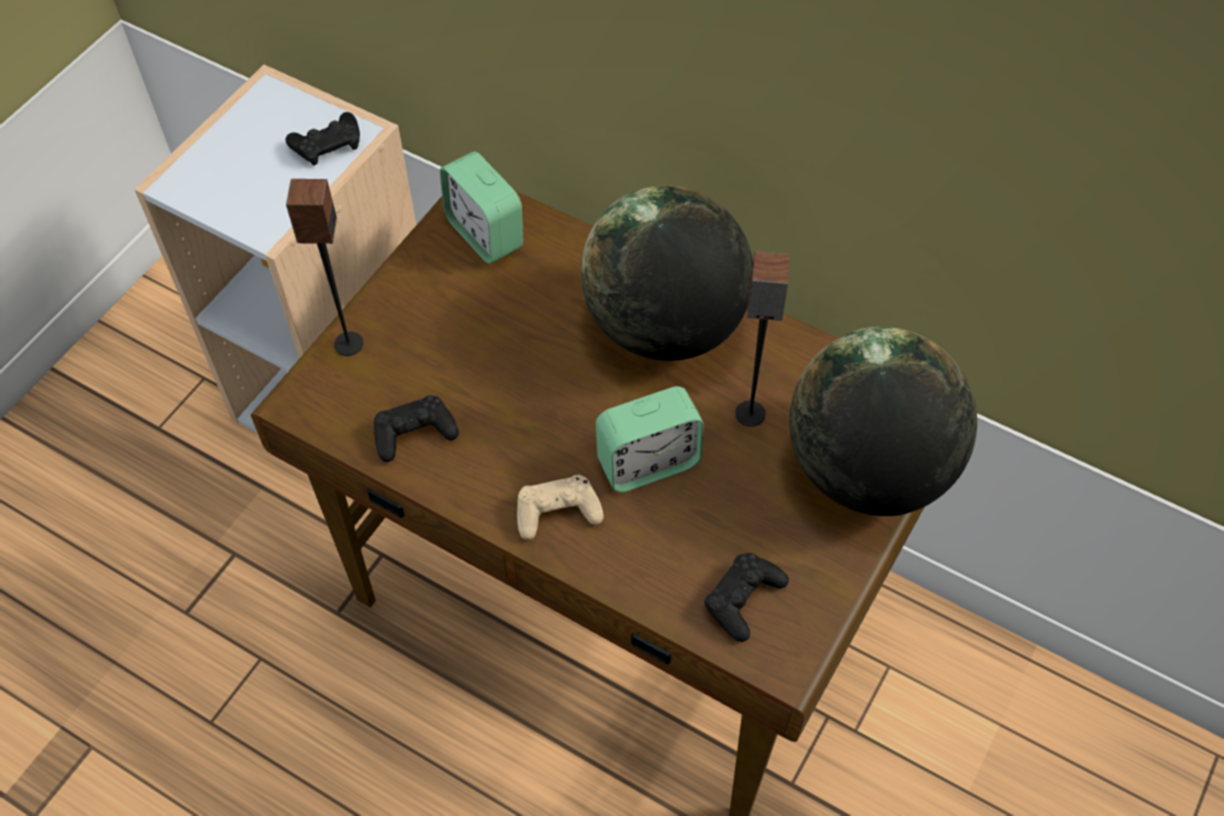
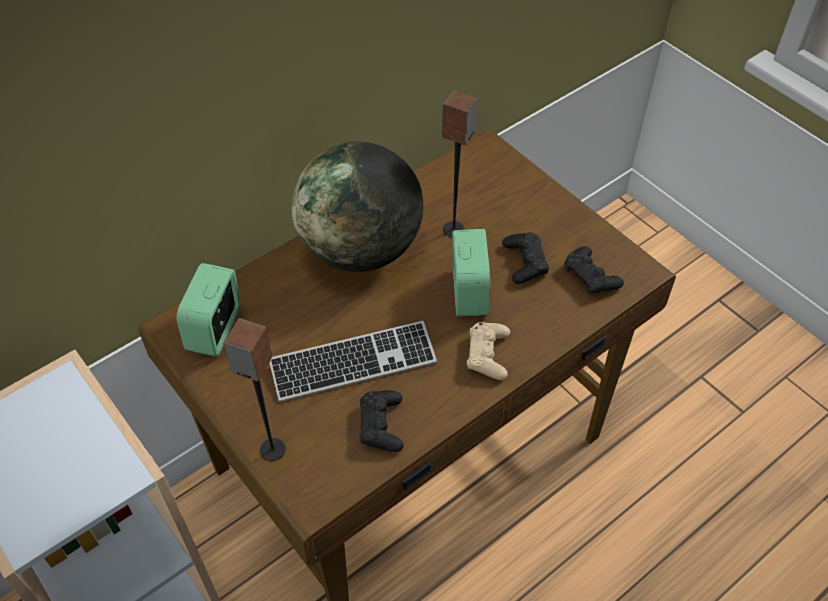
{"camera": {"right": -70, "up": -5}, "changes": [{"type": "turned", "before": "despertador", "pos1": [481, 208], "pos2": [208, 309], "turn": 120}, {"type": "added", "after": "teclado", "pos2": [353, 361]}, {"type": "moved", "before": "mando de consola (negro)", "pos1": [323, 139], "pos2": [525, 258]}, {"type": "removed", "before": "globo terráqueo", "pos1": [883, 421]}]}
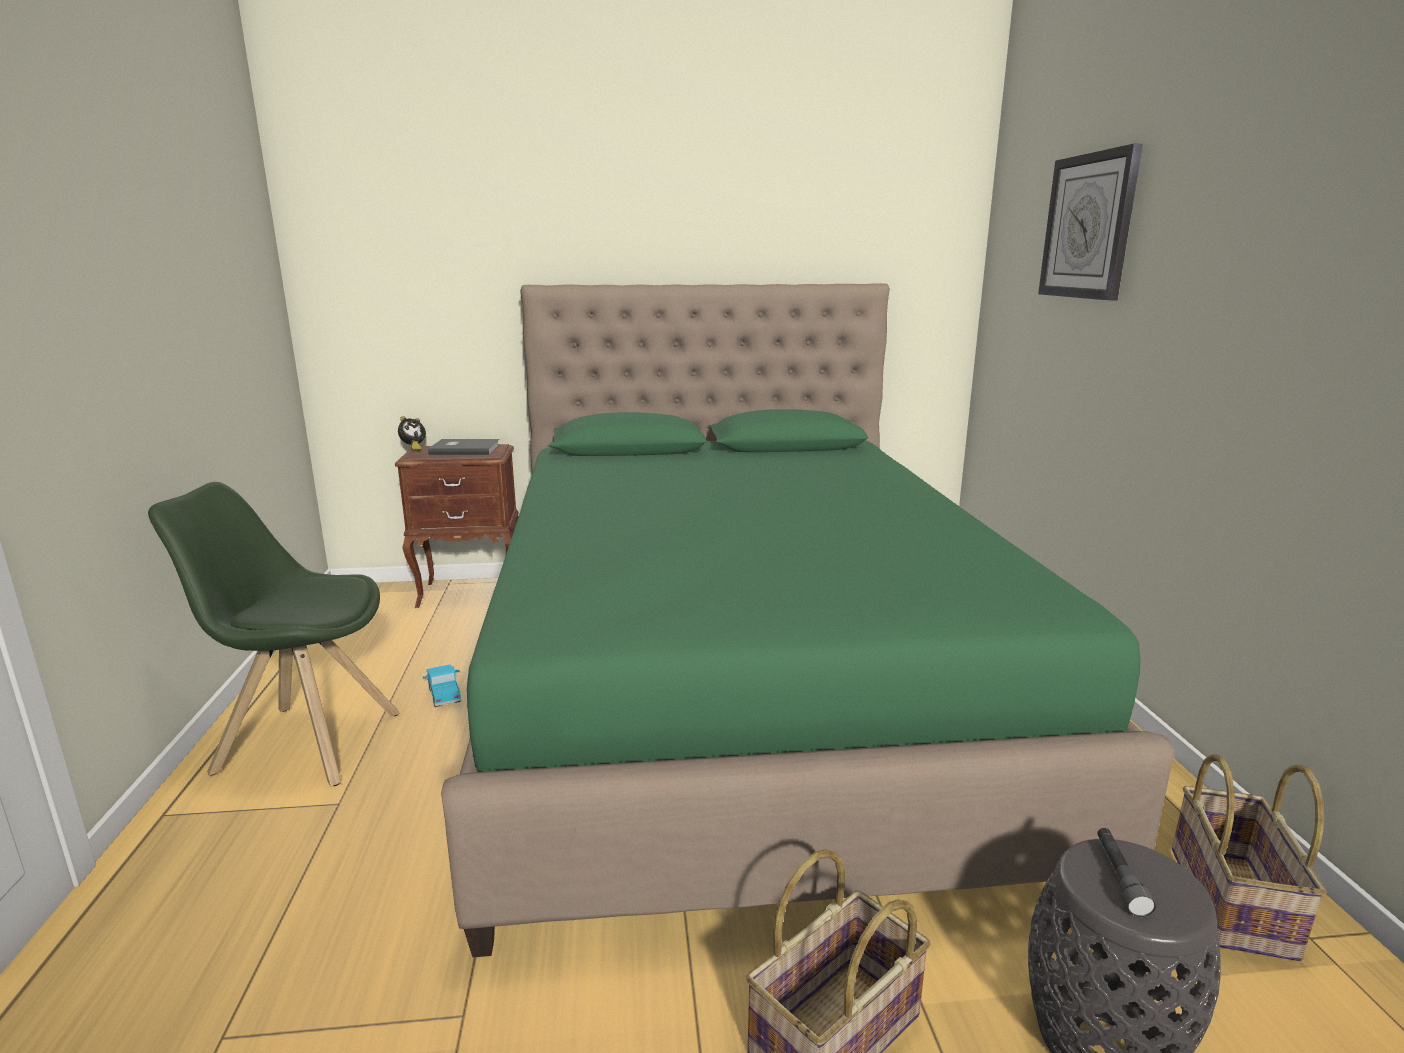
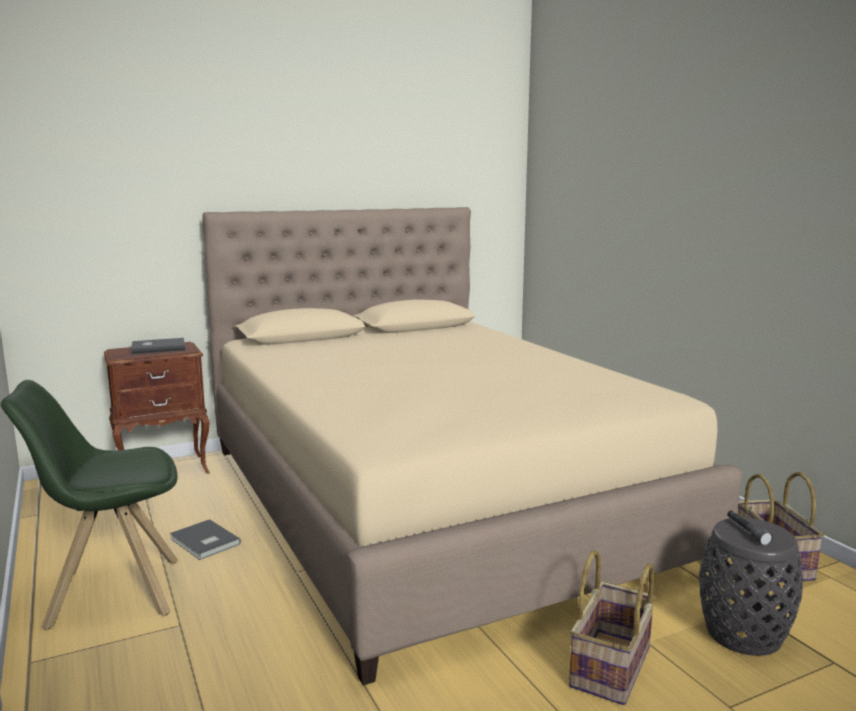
{"camera": {"right": -20, "up": -5}, "changes": [{"type": "replaced", "before": "camión de juguete", "after": "libro (gris)", "pos1": [442, 686], "pos2": [205, 539]}, {"type": "recoloured", "before": "cama (verde)", "after": "cama (beis)", "pos1": [808, 620], "pos2": [472, 446]}, {"type": "removed", "before": "despertador", "pos1": [412, 433]}, {"type": "removed", "before": "reloj de pared", "pos1": [1090, 222]}]}
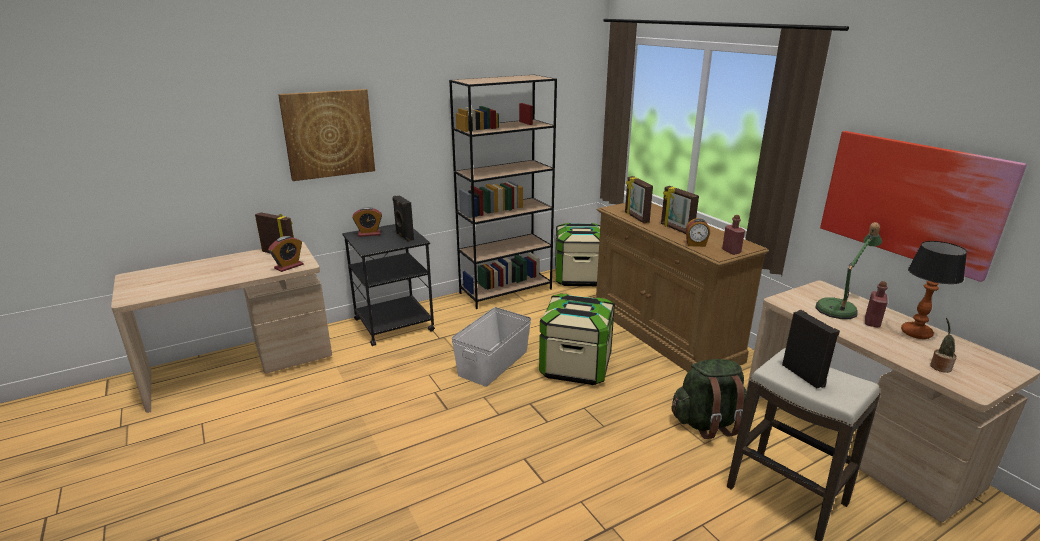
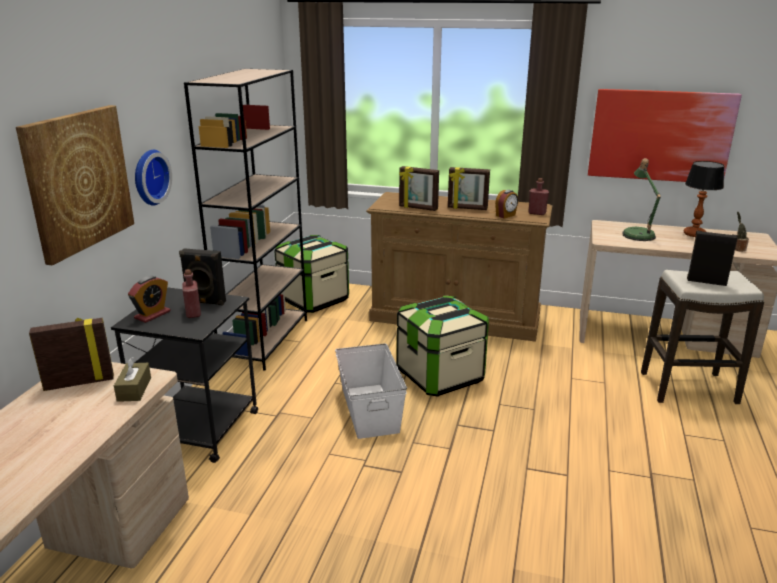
{"camera": {"right": -45, "up": 0}, "changes": [{"type": "replaced", "before": "despertador", "after": "caja de pañuelos (marrón)", "pos1": [286, 254], "pos2": [132, 379]}, {"type": "added", "after": "reloj de pared", "pos2": [153, 178]}, {"type": "moved", "before": "botella (rojo)", "pos1": [876, 304], "pos2": [191, 293]}, {"type": "removed", "before": "mochila (verde)", "pos1": [709, 399]}]}
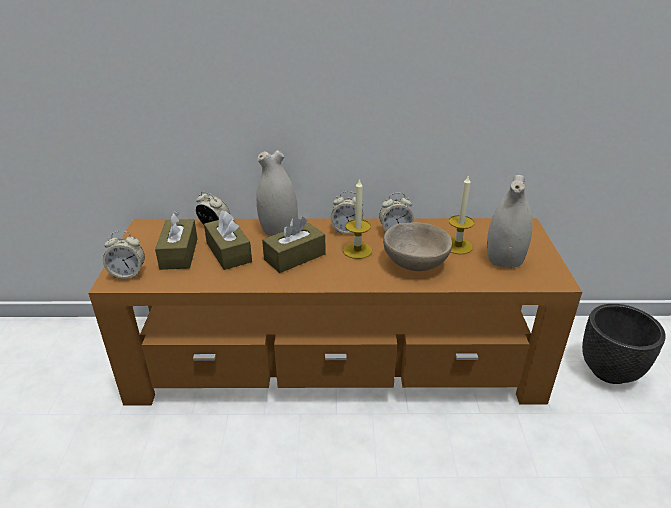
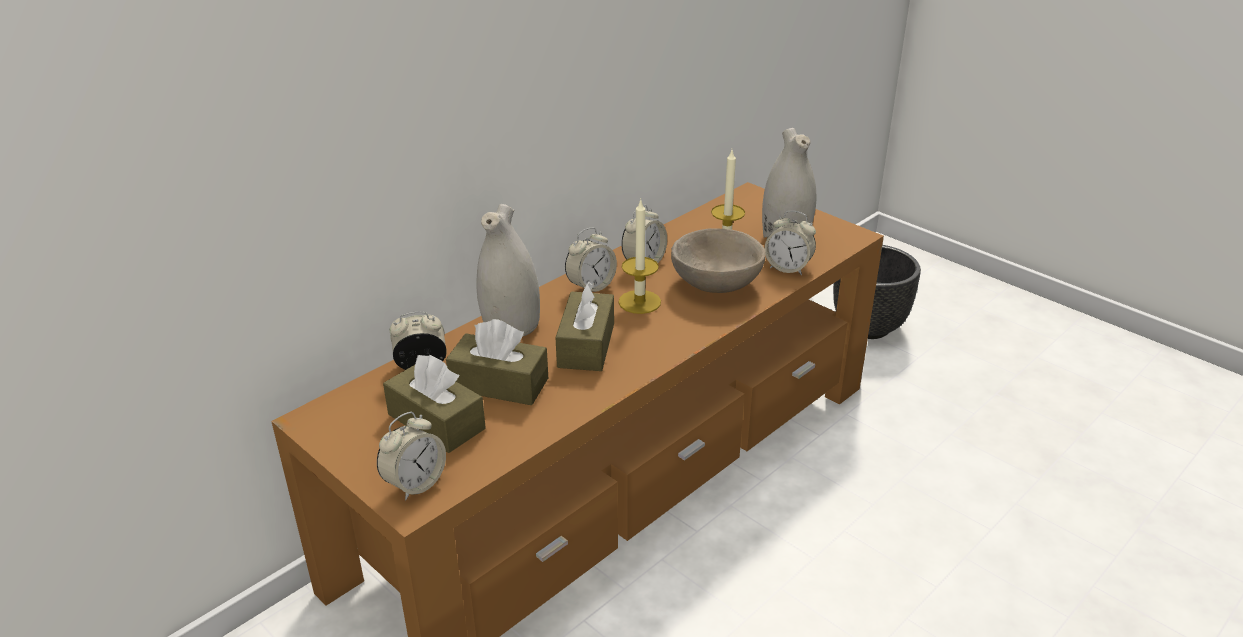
{"camera": {"right": -45, "up": 0}, "changes": [{"type": "added", "after": "despertador", "pos2": [790, 243]}]}
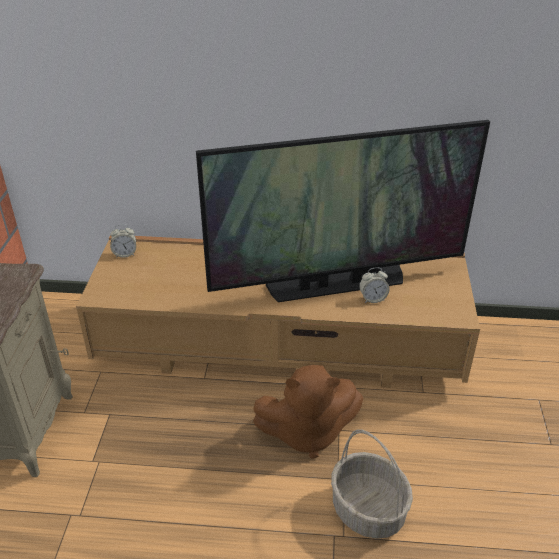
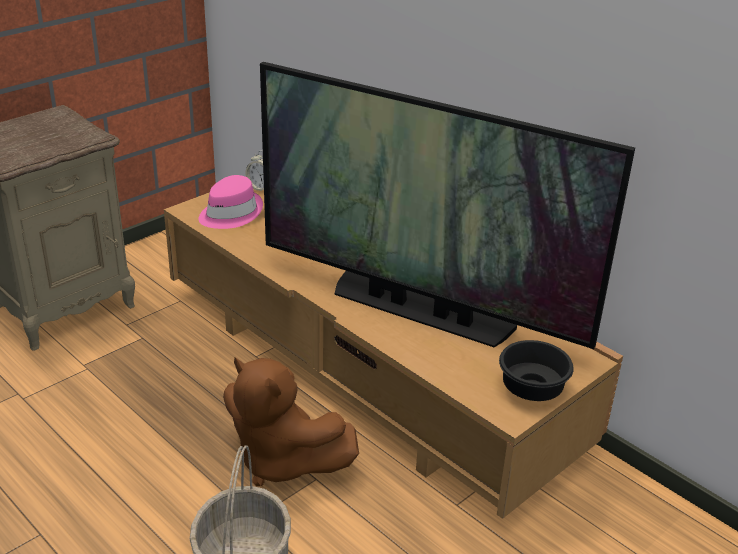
{"camera": {"right": 40, "up": -5}, "changes": [{"type": "added", "after": "sombrero (rosa)", "pos2": [230, 202]}, {"type": "added", "after": "cuenco (negro)", "pos2": [536, 370]}, {"type": "removed", "before": "despertador", "pos1": [374, 285]}]}
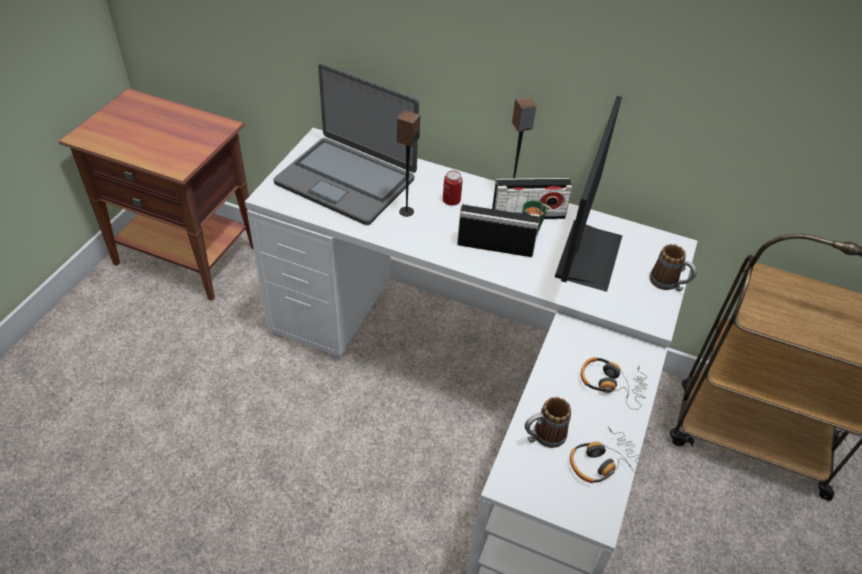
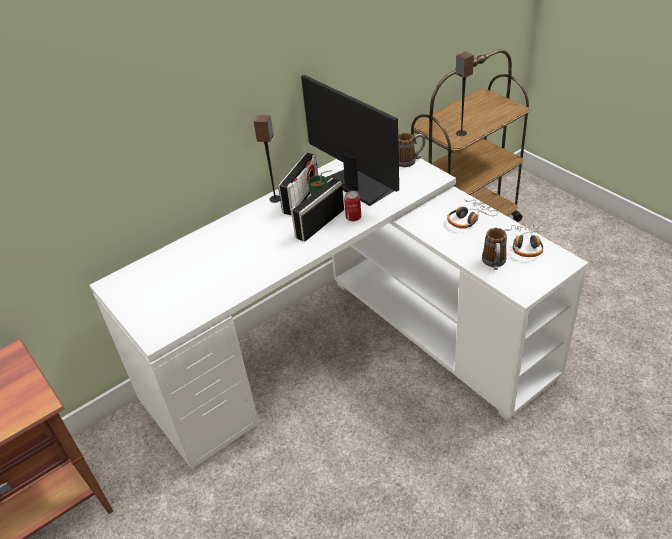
{"camera": {"right": -55, "up": -5}, "changes": [{"type": "moved", "before": "lata", "pos1": [453, 188], "pos2": [352, 206]}, {"type": "moved", "before": "altavoz", "pos1": [408, 163], "pos2": [465, 93]}, {"type": "removed", "before": "portátil", "pos1": [346, 144]}]}
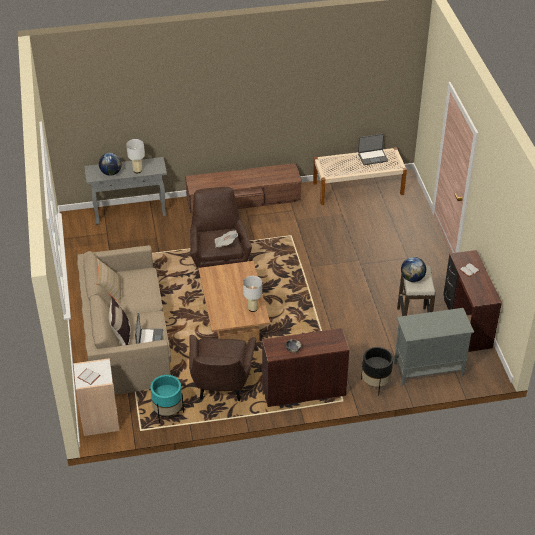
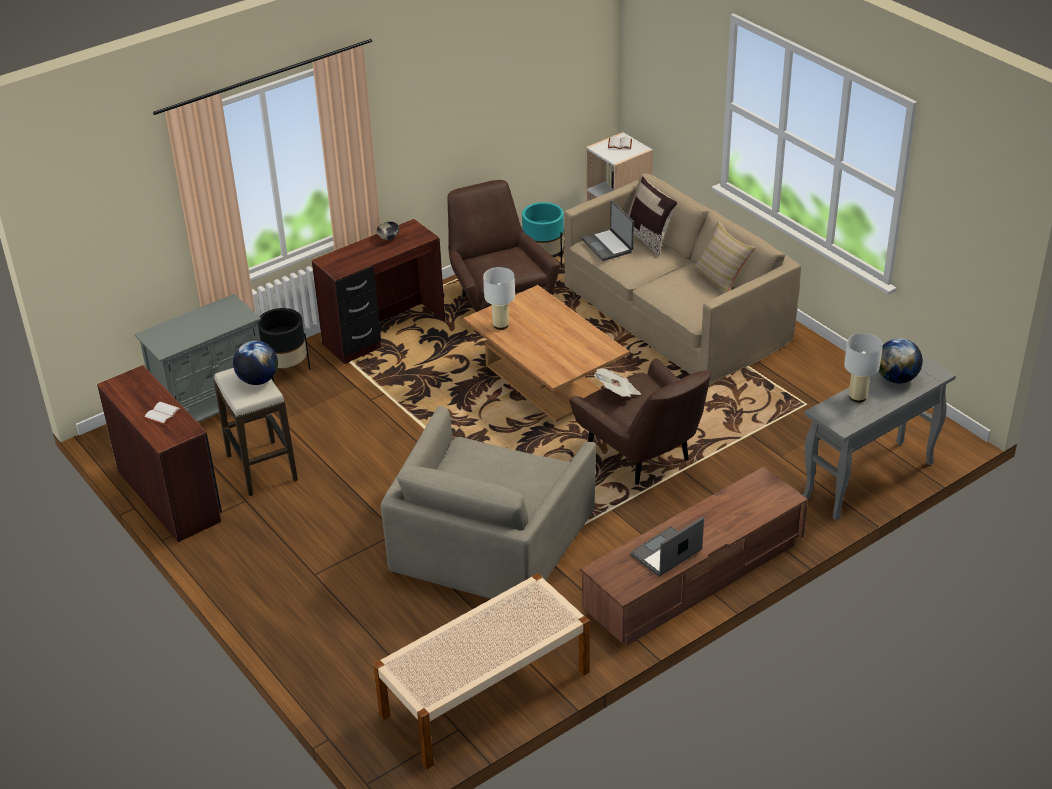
{"camera": {"right": 155, "up": -5}, "changes": [{"type": "added", "after": "sillón (gris)", "pos2": [488, 506]}, {"type": "moved", "before": "portátil", "pos1": [373, 149], "pos2": [667, 547]}]}
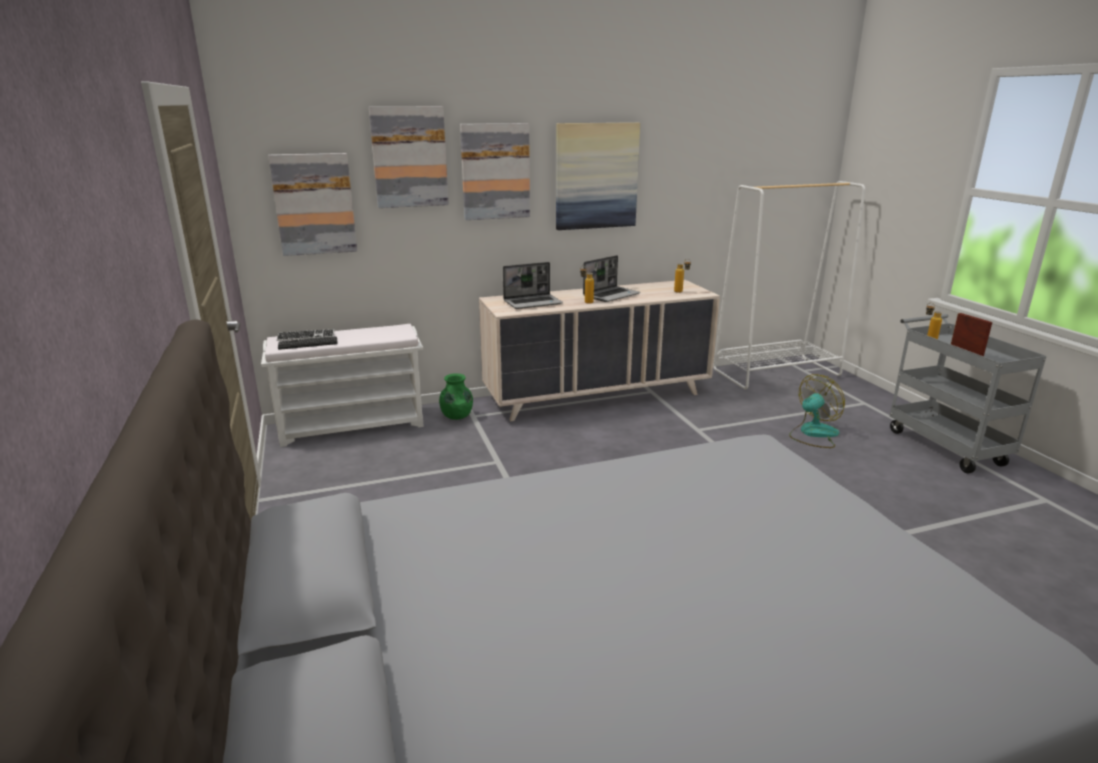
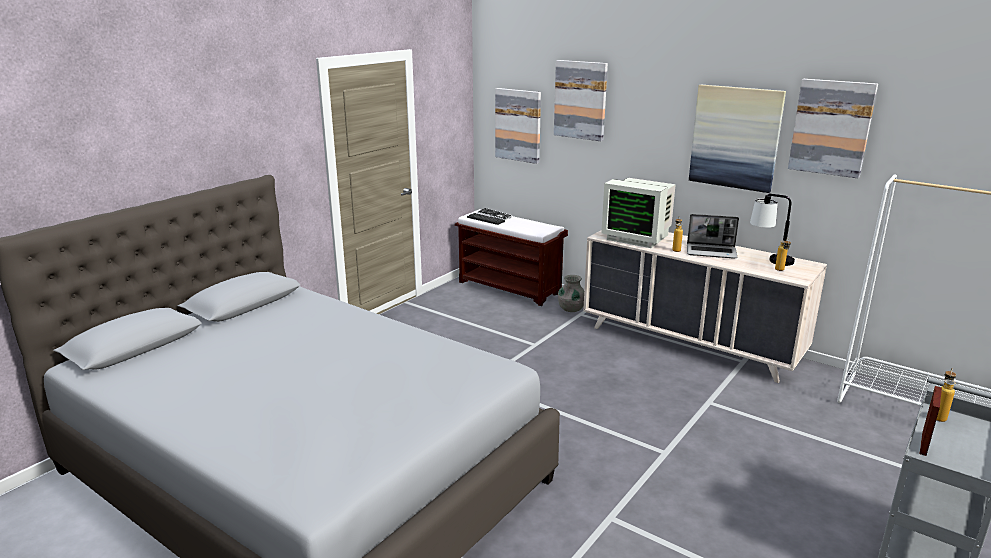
{"camera": {"right": 55, "up": 0}, "changes": [{"type": "recoloured", "before": "banco (blanco)", "after": "banco (marrón)", "pos1": [342, 385], "pos2": [511, 257]}, {"type": "recoloured", "before": "florero (verde)", "after": "florero (gris)", "pos1": [456, 396], "pos2": [571, 293]}, {"type": "replaced", "before": "portátil", "after": "monitor", "pos1": [533, 285], "pos2": [638, 213]}, {"type": "added", "after": "lámpara de mesa", "pos2": [772, 229]}, {"type": "moved", "before": "cuadro", "pos1": [495, 171], "pos2": [833, 128]}, {"type": "removed", "before": "ventilador", "pos1": [817, 411]}]}
